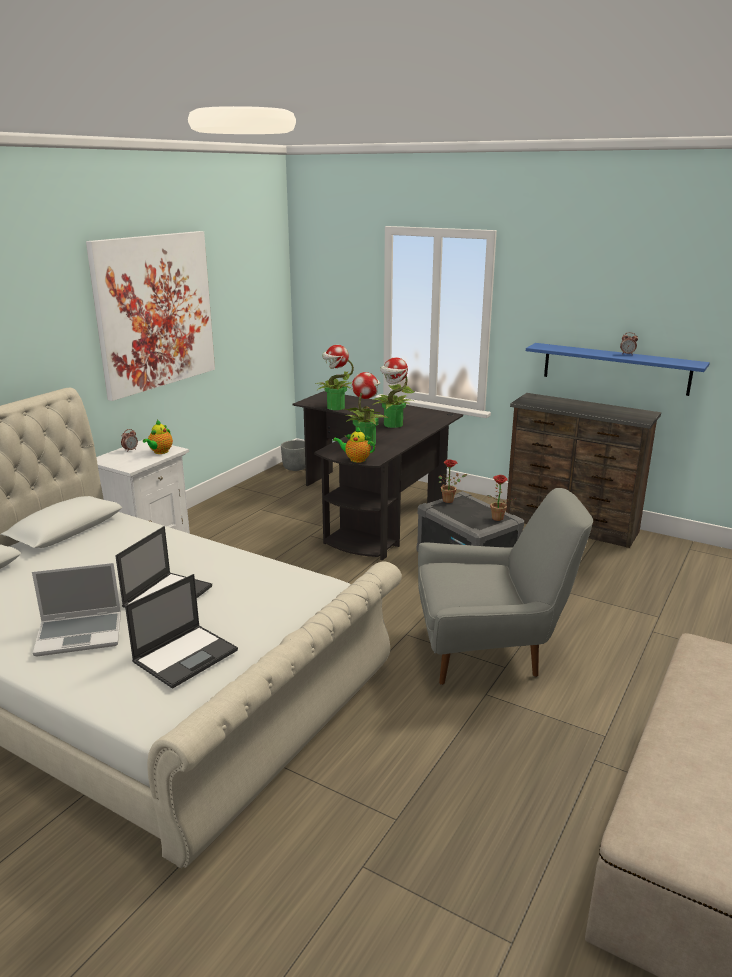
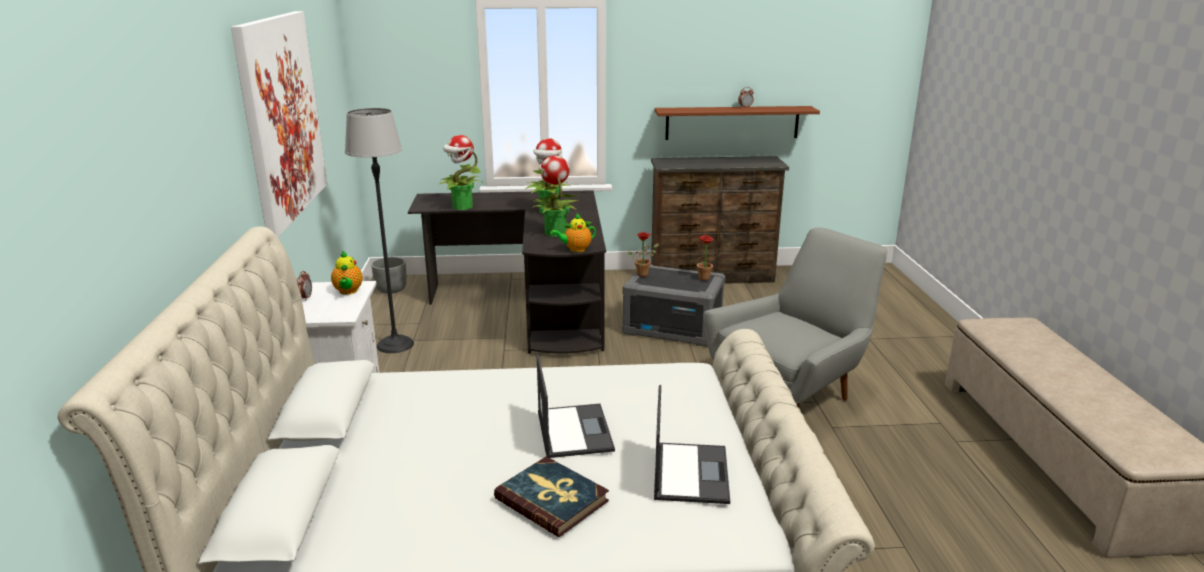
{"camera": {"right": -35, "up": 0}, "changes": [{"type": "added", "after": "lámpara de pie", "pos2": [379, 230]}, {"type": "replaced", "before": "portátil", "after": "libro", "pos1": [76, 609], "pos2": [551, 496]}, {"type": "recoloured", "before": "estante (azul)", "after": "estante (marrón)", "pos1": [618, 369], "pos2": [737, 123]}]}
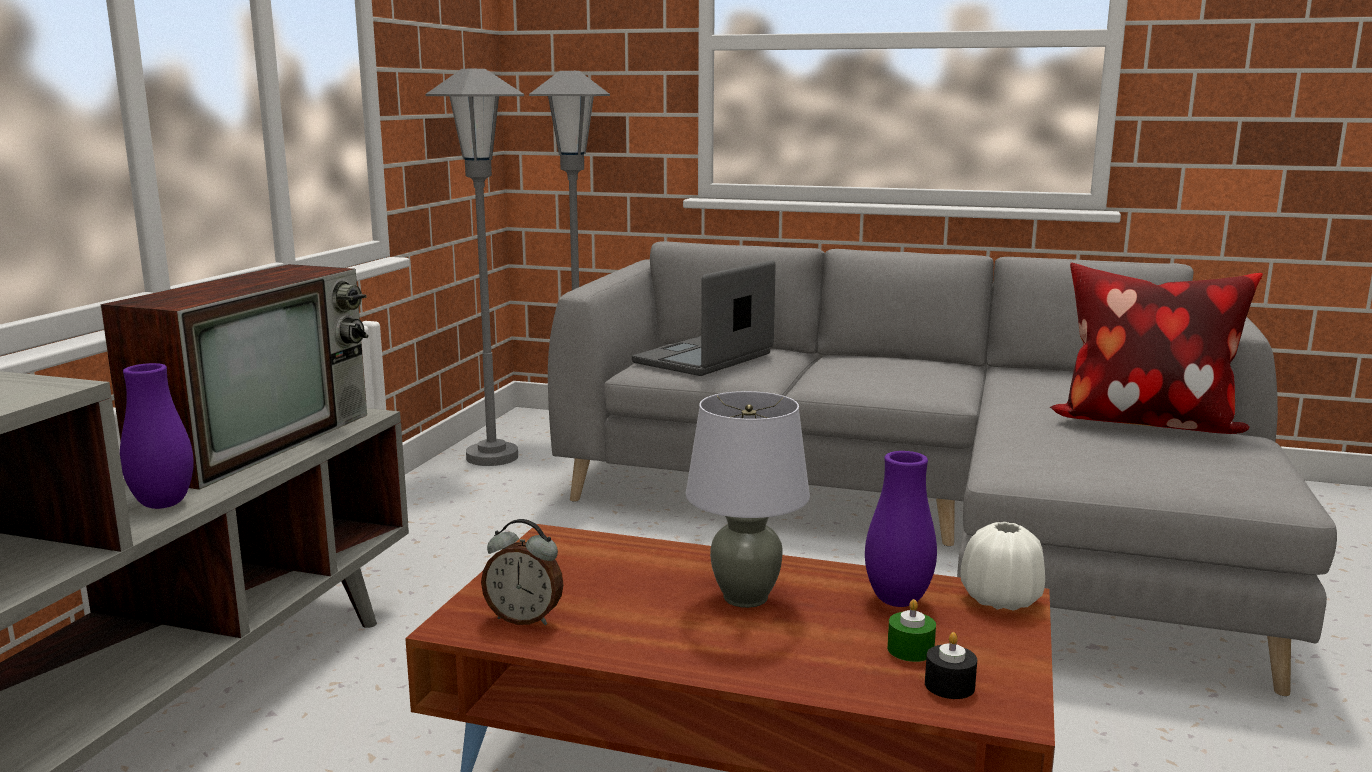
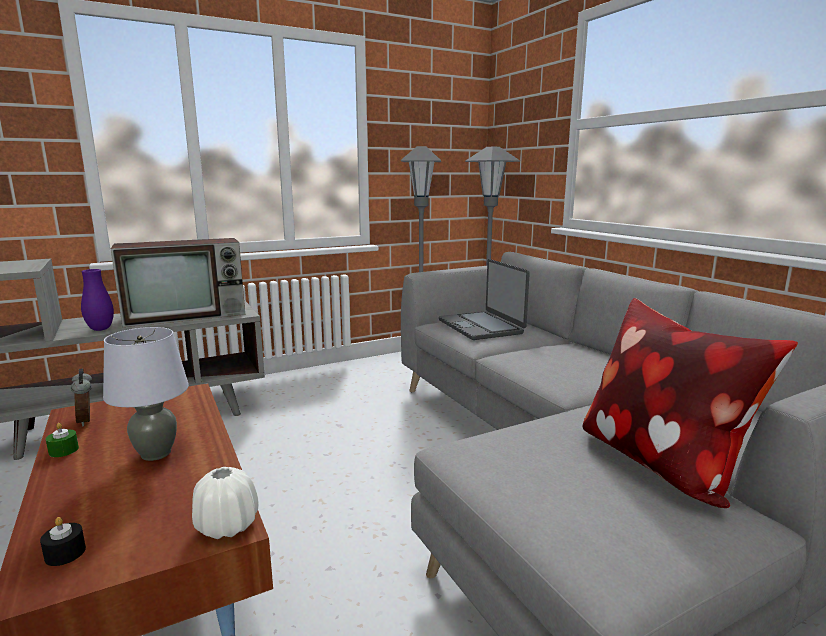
{"camera": {"right": 45, "up": 0}, "changes": [{"type": "moved", "before": "vela (verde)", "pos1": [911, 630], "pos2": [62, 440]}, {"type": "turned", "before": "portátil", "pos1": [704, 318], "pos2": [484, 299], "turn": -105}, {"type": "removed", "before": "florero (morado)", "pos1": [901, 529]}]}
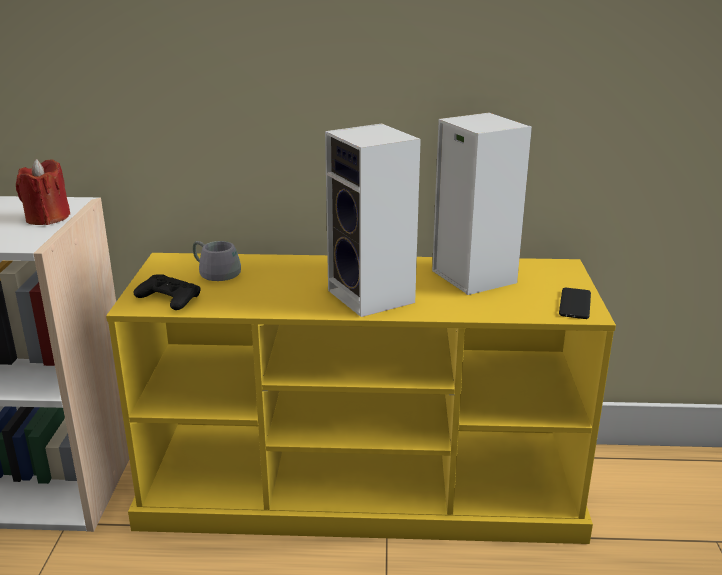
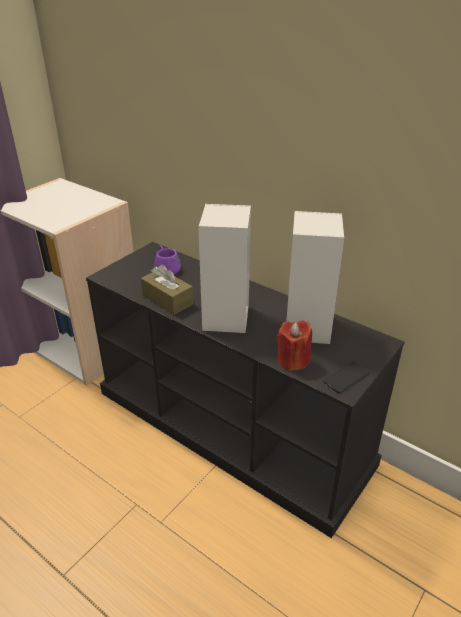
{"camera": {"right": 35, "up": 10}, "changes": [{"type": "recoloured", "before": "mueble de televisión (amarillo)", "after": "mueble de televisión (negro)", "pos1": [361, 398], "pos2": [245, 390]}, {"type": "added", "after": "caja de pañuelos (marrón)", "pos2": [167, 289]}, {"type": "recoloured", "before": "taza grande (gris)", "after": "taza grande (morado)", "pos1": [217, 261], "pos2": [168, 259]}, {"type": "moved", "before": "vela (rojo)", "pos1": [43, 192], "pos2": [294, 345]}, {"type": "removed", "before": "mando de consola (negro)", "pos1": [167, 292]}]}
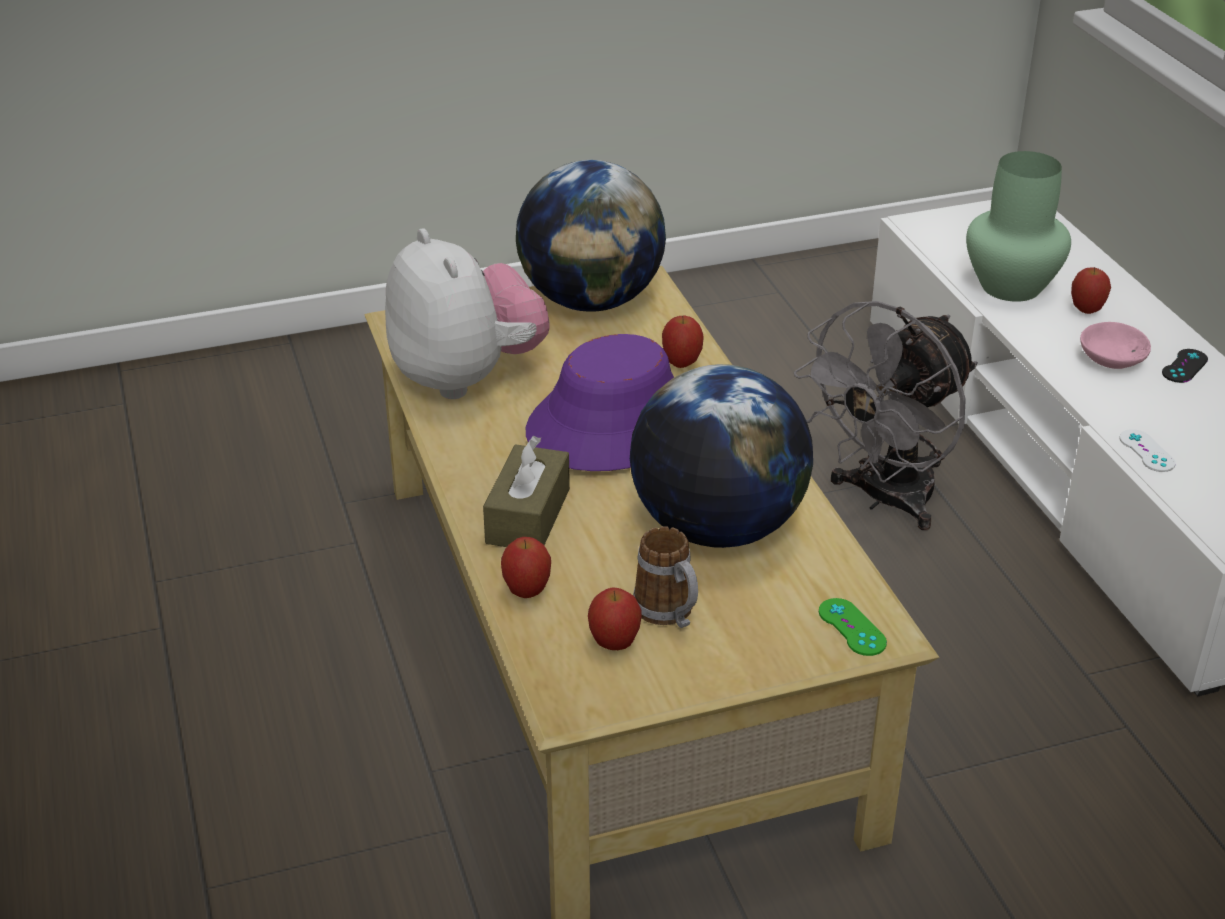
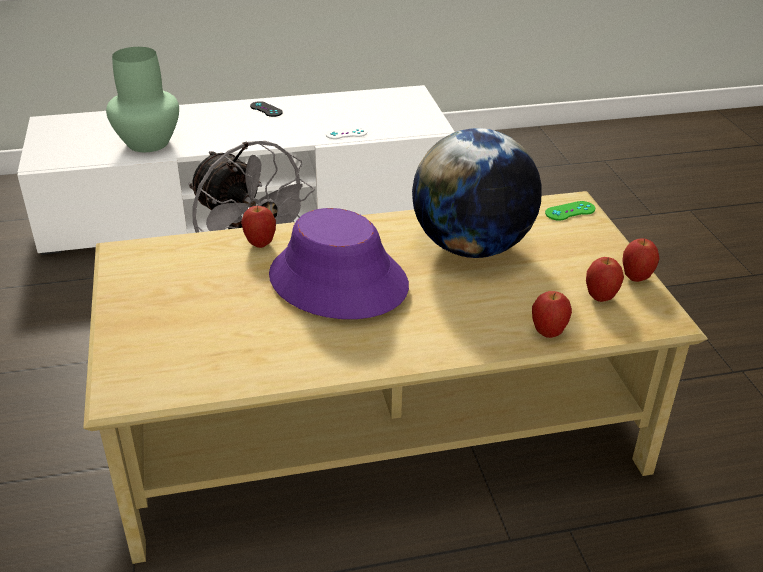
{"camera": {"right": -85, "up": 0}, "changes": [{"type": "moved", "before": "manzana", "pos1": [1091, 290], "pos2": [641, 260]}, {"type": "removed", "before": "peluche", "pos1": [467, 313]}, {"type": "removed", "before": "caja de pañuelos (marrón)", "pos1": [526, 491]}, {"type": "removed", "before": "globo terráqueo", "pos1": [591, 236]}, {"type": "removed", "before": "taza grande", "pos1": [665, 577]}, {"type": "removed", "before": "cuenco (rosa)", "pos1": [1115, 345]}]}
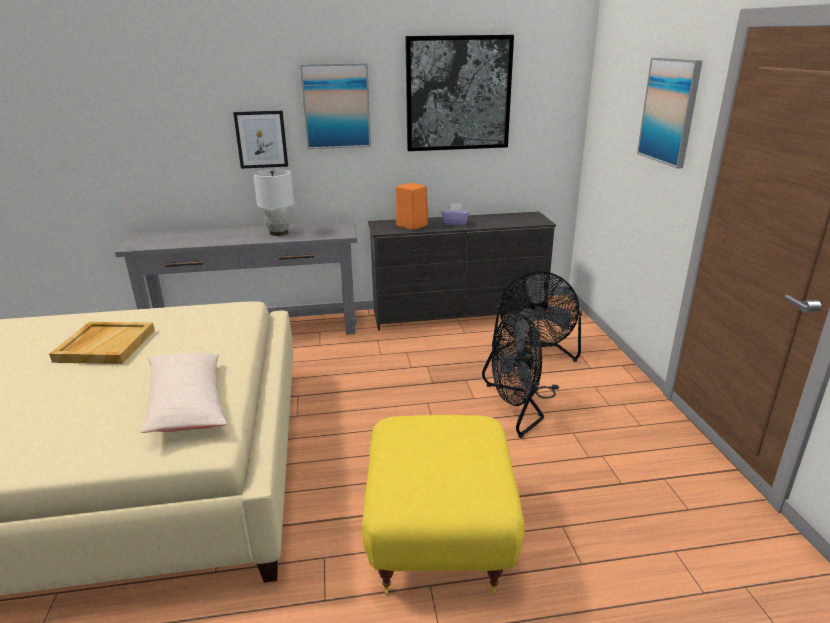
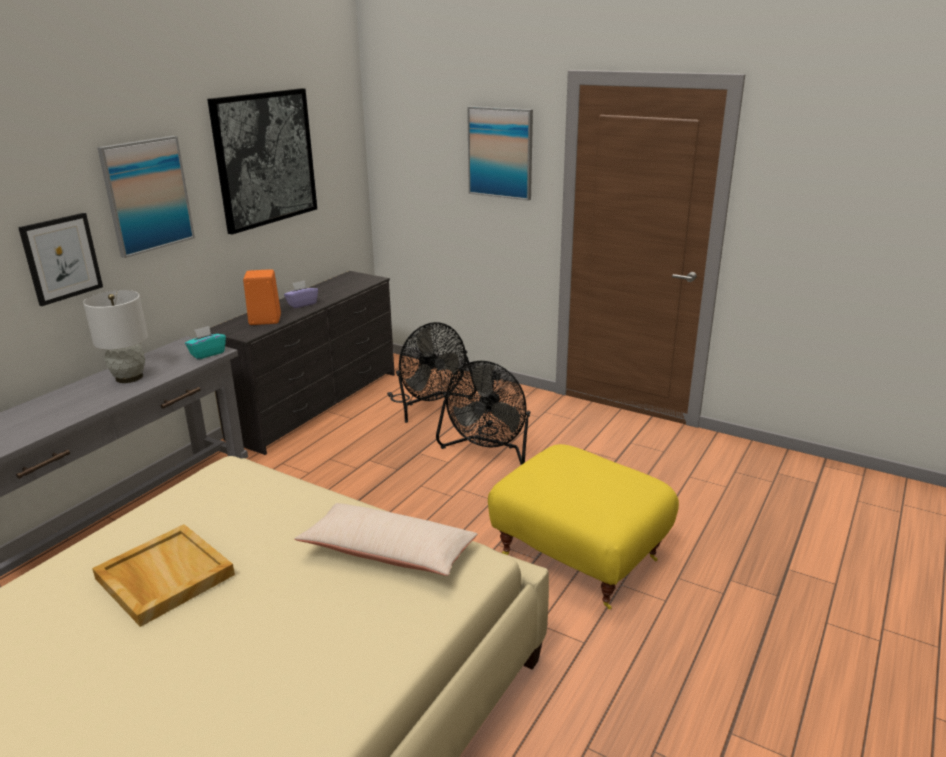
{"camera": {"right": -50, "up": 0}, "changes": [{"type": "added", "after": "caja de pañuelos (turquesa)", "pos2": [205, 343]}]}
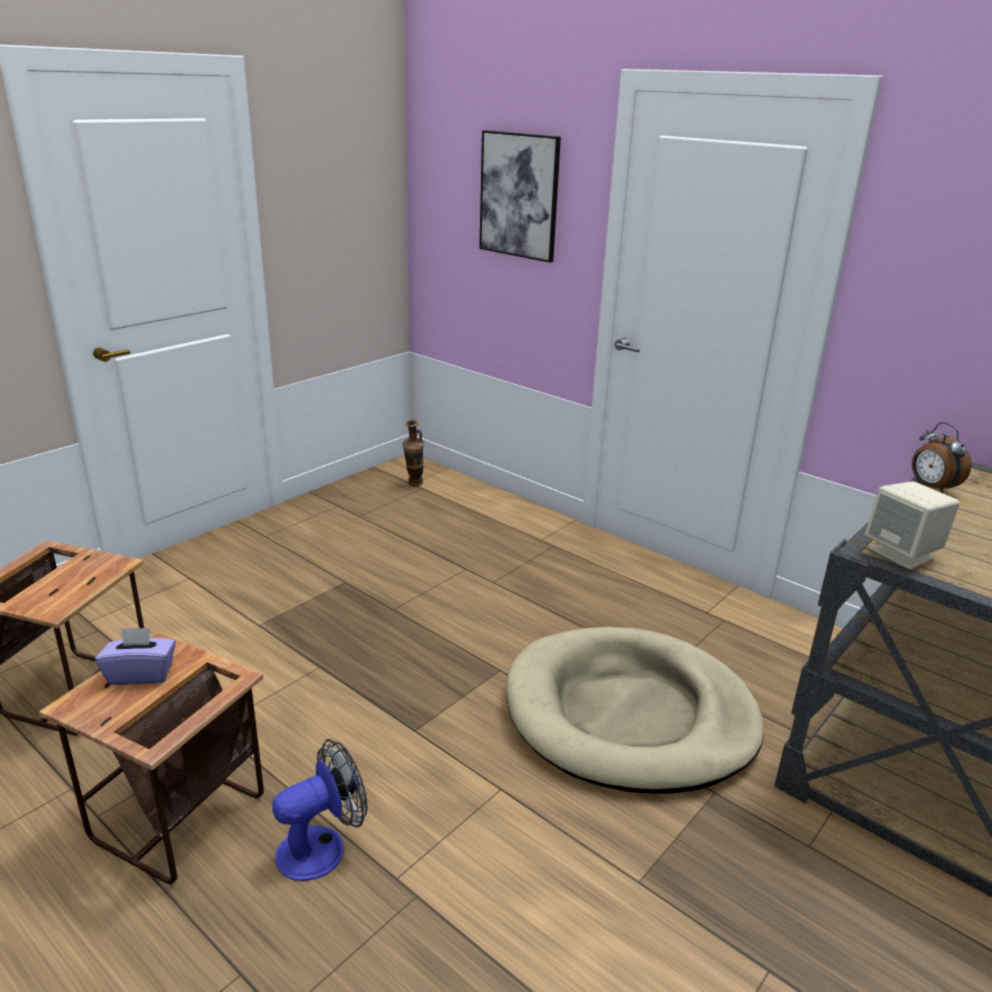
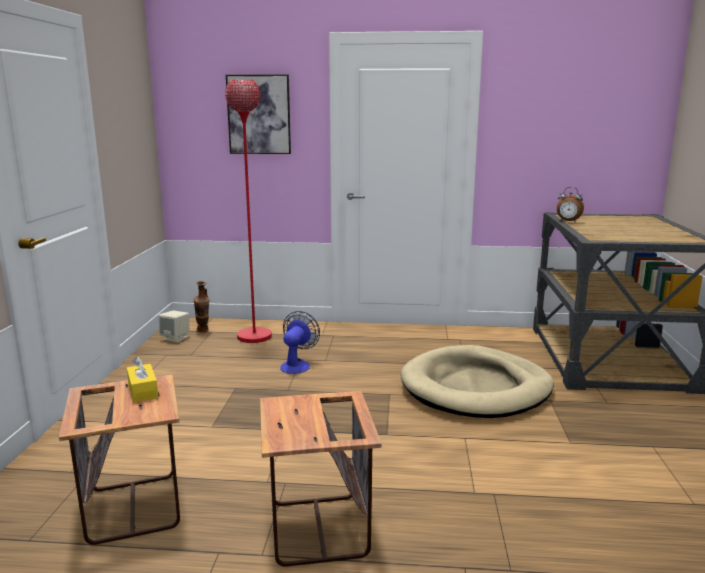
{"camera": {"right": -35, "up": -10}, "changes": [{"type": "added", "after": "caja de pañuelos (amarillo)", "pos2": [142, 379]}, {"type": "moved", "before": "altavoz (beis)", "pos1": [912, 525], "pos2": [174, 326]}, {"type": "added", "after": "lámpara de pie (rojo)", "pos2": [248, 211]}, {"type": "moved", "before": "ventilador", "pos1": [320, 810], "pos2": [300, 342]}, {"type": "removed", "before": "caja de pañuelos (morado)", "pos1": [135, 656]}]}
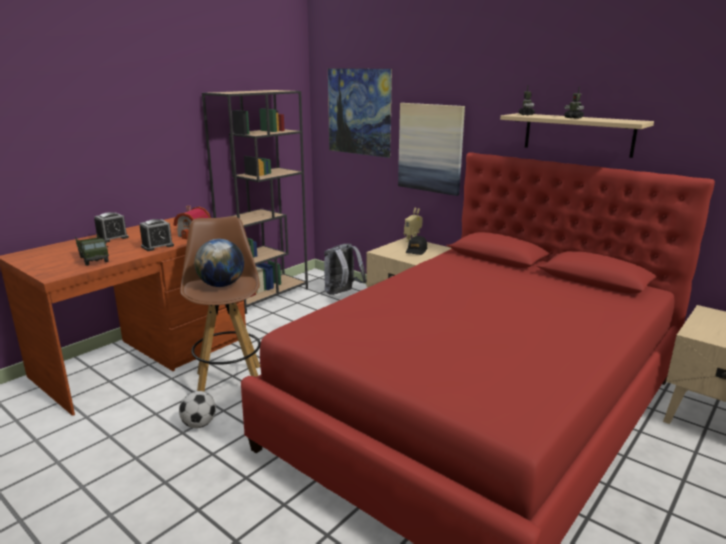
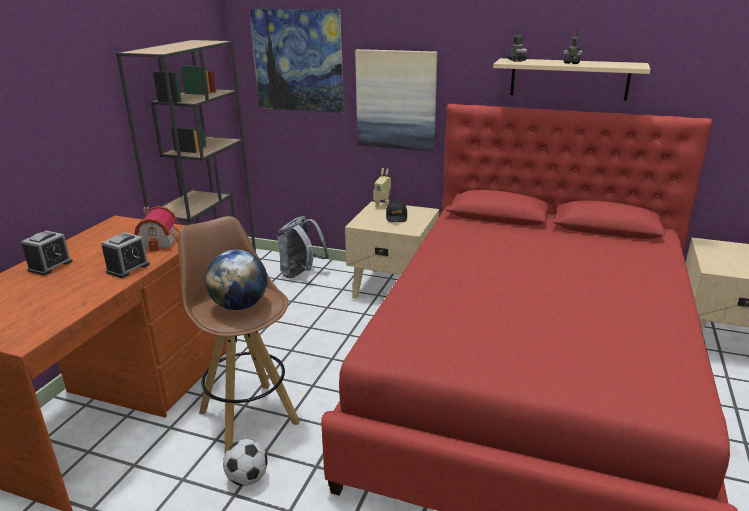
{"camera": {"right": -20, "up": 5}, "changes": [{"type": "removed", "before": "camión de juguete", "pos1": [92, 249]}]}
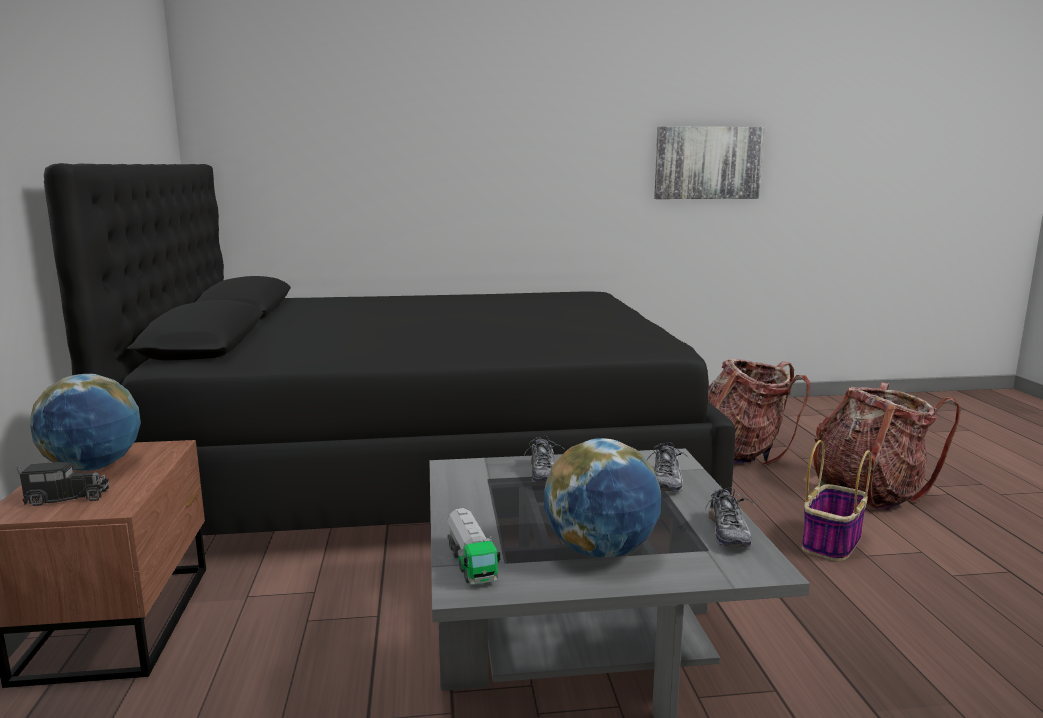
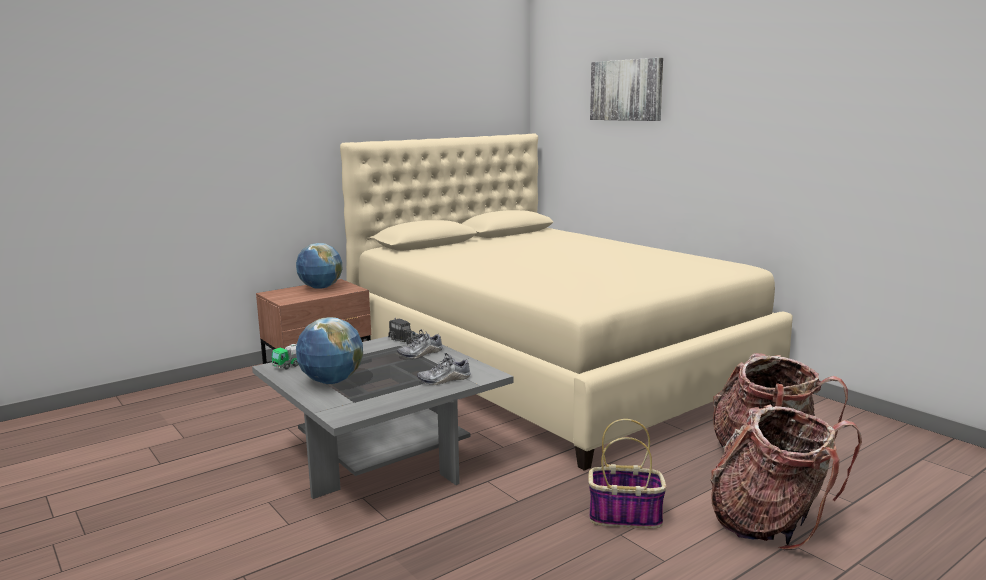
{"camera": {"right": 60, "up": 0}, "changes": [{"type": "recoloured", "before": "cama (negro)", "after": "cama (beis)", "pos1": [389, 349], "pos2": [566, 302]}, {"type": "moved", "before": "camión de juguete", "pos1": [63, 484], "pos2": [403, 331]}, {"type": "moved", "before": "cuadro", "pos1": [709, 162], "pos2": [626, 89]}, {"type": "removed", "before": "zapato", "pos1": [730, 517]}]}
